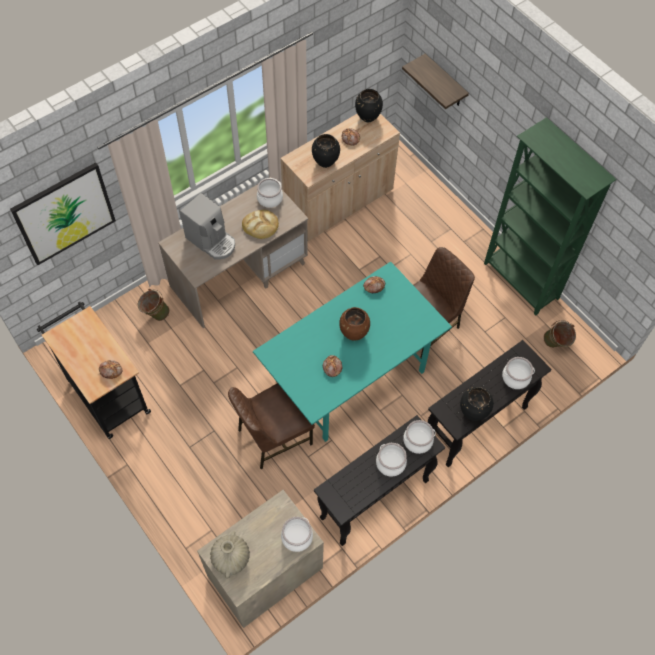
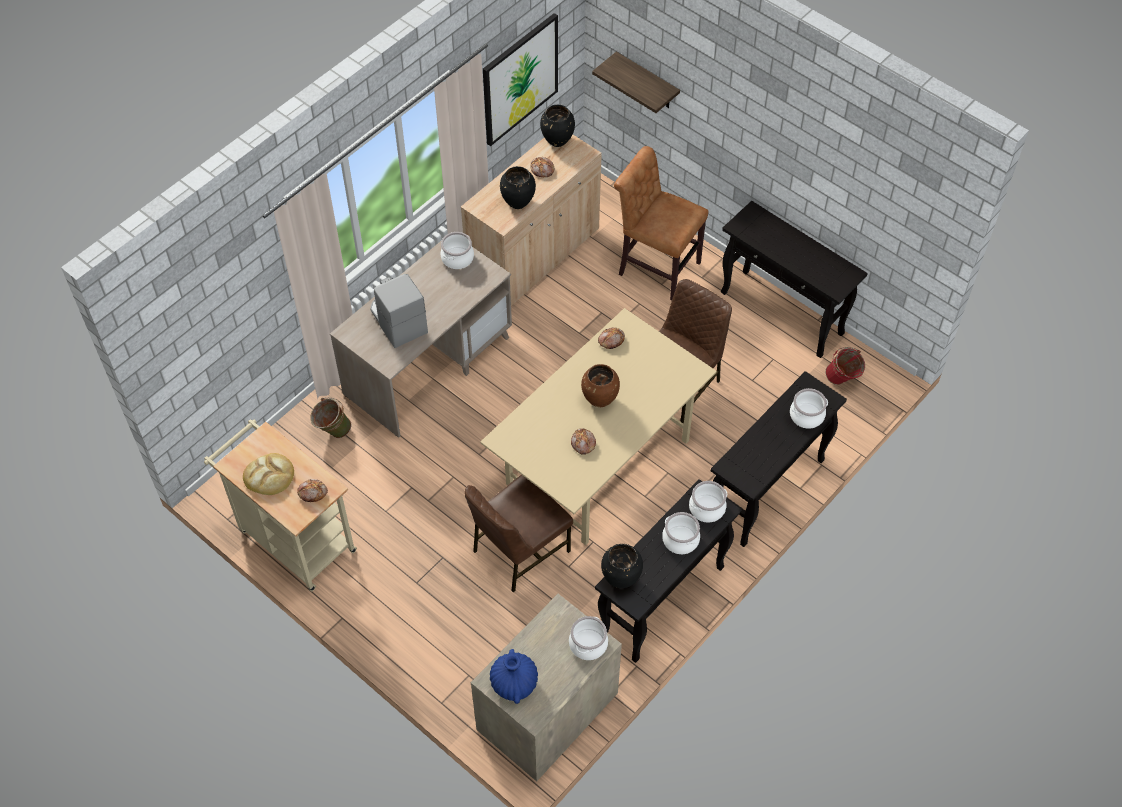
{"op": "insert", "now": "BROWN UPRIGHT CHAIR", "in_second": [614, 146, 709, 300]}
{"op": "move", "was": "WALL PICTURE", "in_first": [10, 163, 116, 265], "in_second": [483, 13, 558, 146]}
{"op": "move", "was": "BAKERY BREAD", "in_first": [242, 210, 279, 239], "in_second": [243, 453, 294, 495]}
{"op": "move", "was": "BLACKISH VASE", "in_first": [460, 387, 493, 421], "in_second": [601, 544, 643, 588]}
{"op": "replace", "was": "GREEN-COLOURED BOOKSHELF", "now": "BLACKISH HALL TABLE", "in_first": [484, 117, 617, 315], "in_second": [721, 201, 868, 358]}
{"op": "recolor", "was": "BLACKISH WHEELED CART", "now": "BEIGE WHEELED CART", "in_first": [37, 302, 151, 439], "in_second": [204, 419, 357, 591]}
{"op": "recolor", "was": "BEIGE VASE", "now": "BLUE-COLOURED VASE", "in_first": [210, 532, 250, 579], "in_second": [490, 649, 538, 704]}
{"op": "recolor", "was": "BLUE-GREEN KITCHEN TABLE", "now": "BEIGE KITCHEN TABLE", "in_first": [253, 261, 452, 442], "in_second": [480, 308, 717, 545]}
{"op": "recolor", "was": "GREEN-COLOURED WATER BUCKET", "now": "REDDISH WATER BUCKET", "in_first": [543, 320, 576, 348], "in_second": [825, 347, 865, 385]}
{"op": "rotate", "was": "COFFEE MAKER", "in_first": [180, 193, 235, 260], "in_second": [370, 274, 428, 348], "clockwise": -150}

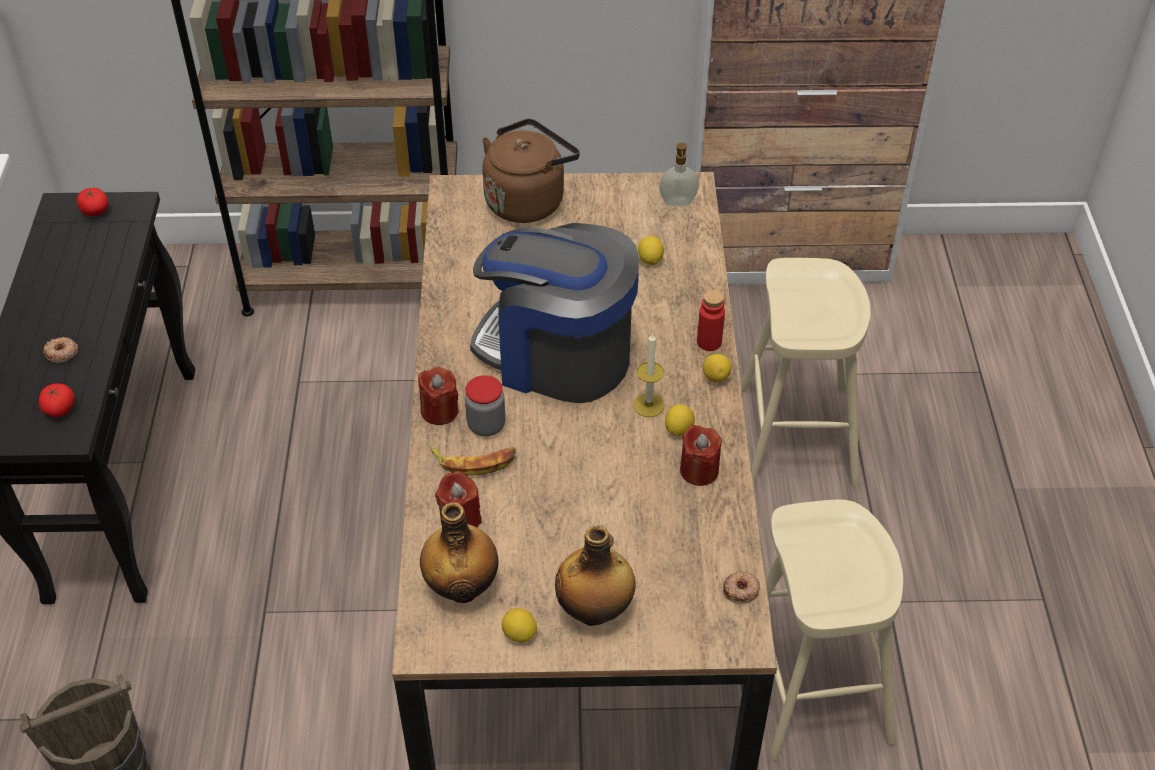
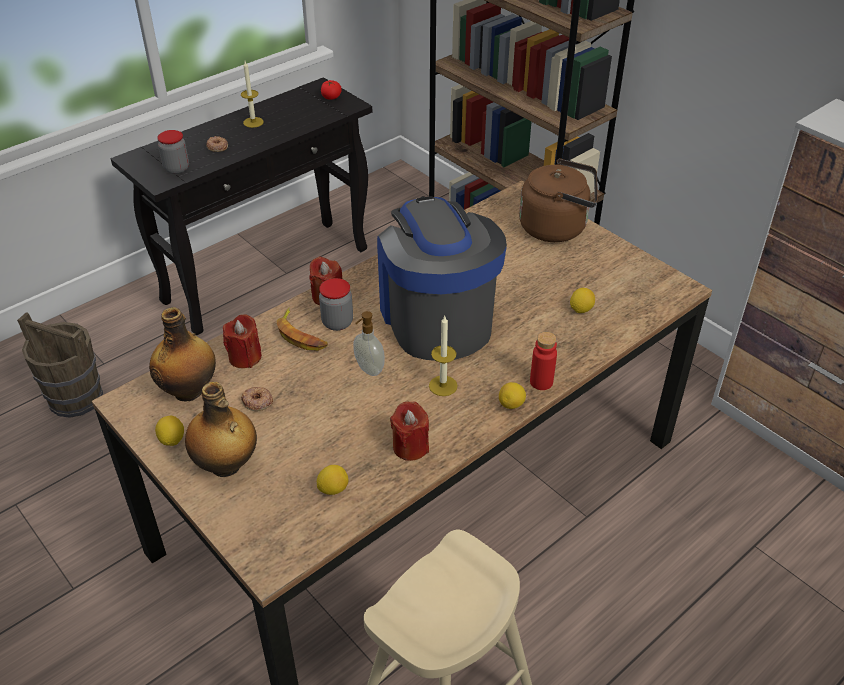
{"op": "delete", "was": "BEIGE SITTING STOOL", "in_first": [741, 258, 870, 486]}
{"op": "insert", "now": "WAX CANDLE", "in_second": [241, 61, 264, 128]}
{"op": "move", "was": "SOAP BOTTLE", "in_first": [659, 143, 699, 206], "in_second": [353, 311, 385, 376]}
{"op": "move", "was": "LEMON", "in_first": [665, 404, 695, 437], "in_second": [317, 465, 348, 495]}
{"op": "move", "was": "DONUT", "in_first": [723, 571, 760, 604], "in_second": [241, 387, 273, 411]}
{"op": "replace", "was": "FRESH TOMATO", "now": "PRESERVE JAR", "in_first": [39, 383, 75, 417], "in_second": [157, 130, 189, 174]}

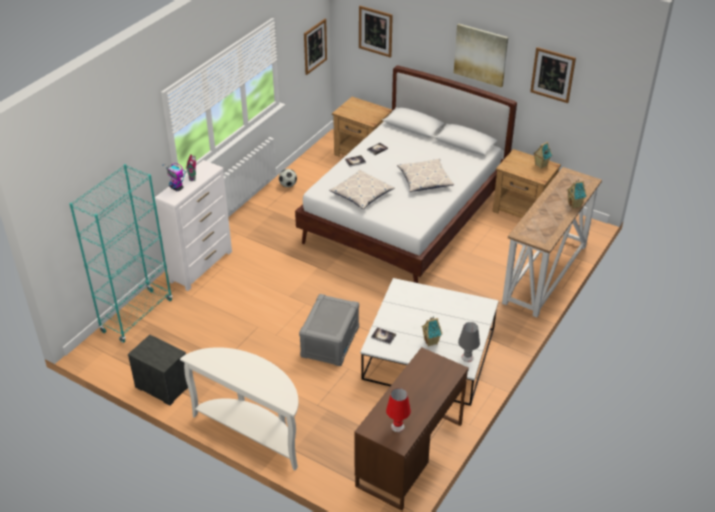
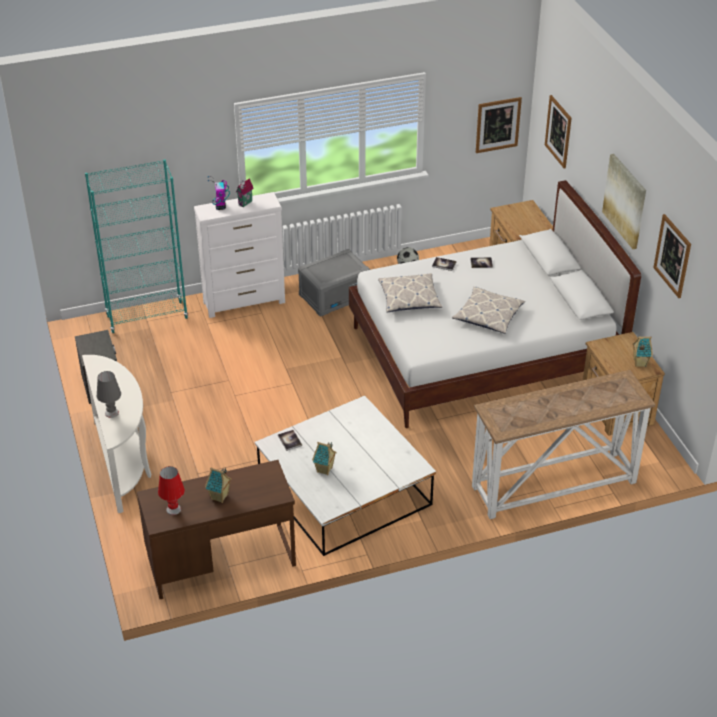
{"op": "move", "was": "GREY STORAGE BOX", "in_first": [299, 294, 359, 366], "in_second": [298, 249, 371, 317]}
{"op": "move", "was": "GREY TABLETOP LAMP", "in_first": [458, 322, 480, 362], "in_second": [97, 371, 121, 418]}
{"op": "move", "was": "MODEL HOUSE", "in_first": [567, 179, 587, 209], "in_second": [205, 467, 232, 503]}

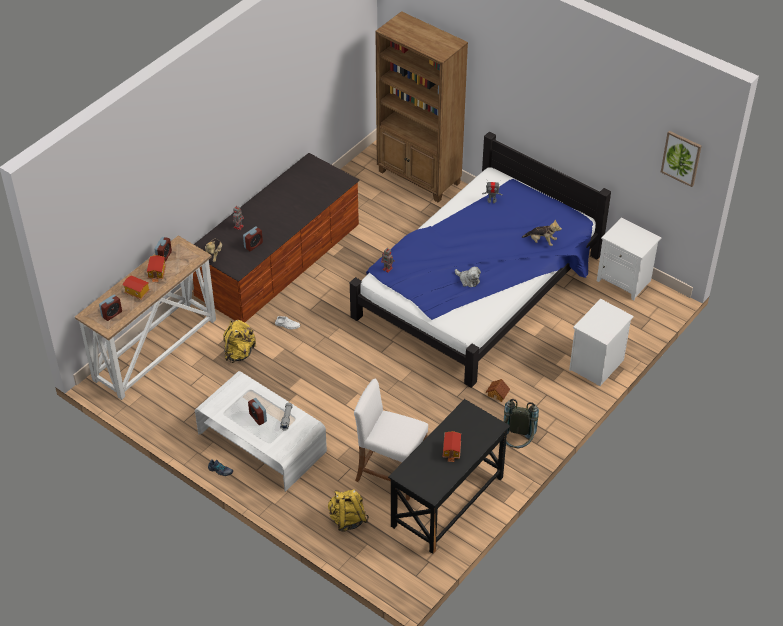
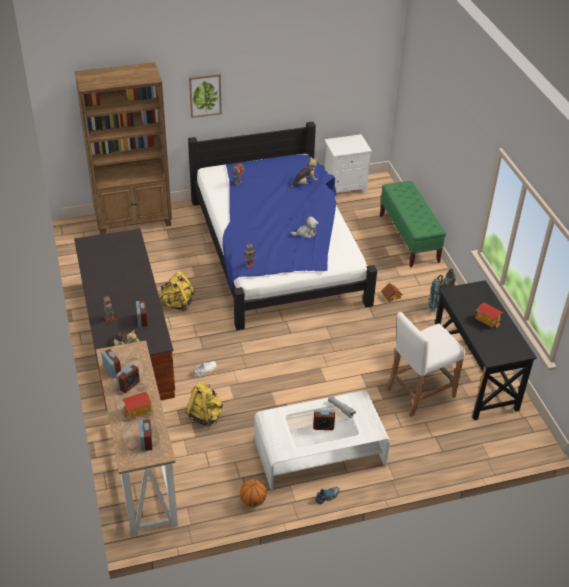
{"op": "insert", "now": "BASKETBALL", "in_second": [240, 479, 267, 507]}
{"op": "move", "was": "YELLOWISH RUCKSACK", "in_first": [328, 489, 369, 532], "in_second": [159, 271, 195, 311]}
{"op": "move", "was": "WALL PICTURE", "in_first": [661, 131, 701, 187], "in_second": [189, 73, 222, 118]}
{"op": "replace", "was": "MODEL HOUSE", "now": "BEDSIDE CLOCK", "in_first": [147, 255, 166, 282], "in_second": [116, 363, 140, 393]}
{"op": "replace", "was": "WHITISH NIGHTSTAND", "now": "GREEN-COLOURED LONG SEAT", "in_first": [569, 299, 634, 386], "in_second": [380, 181, 446, 267]}

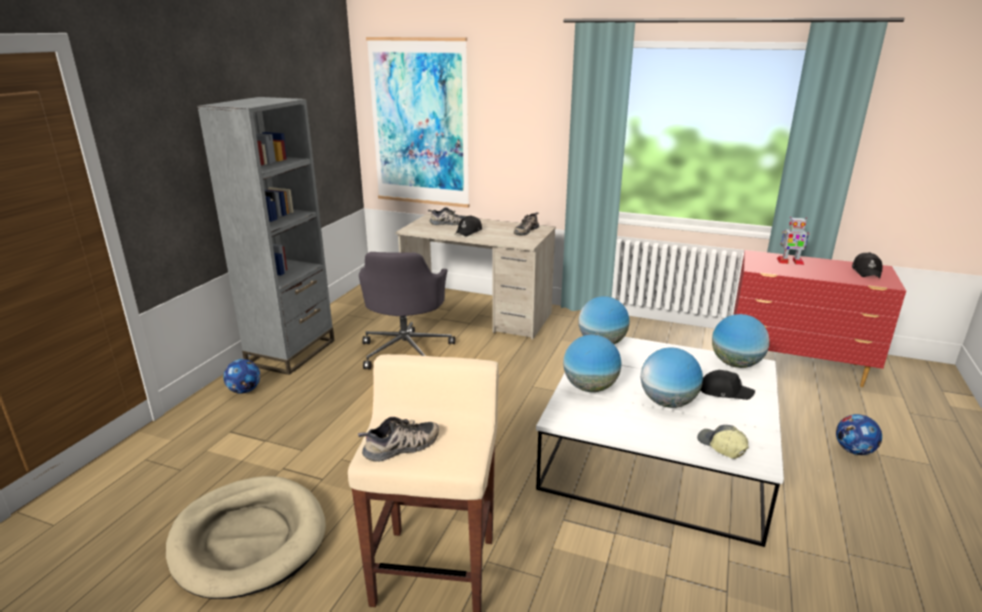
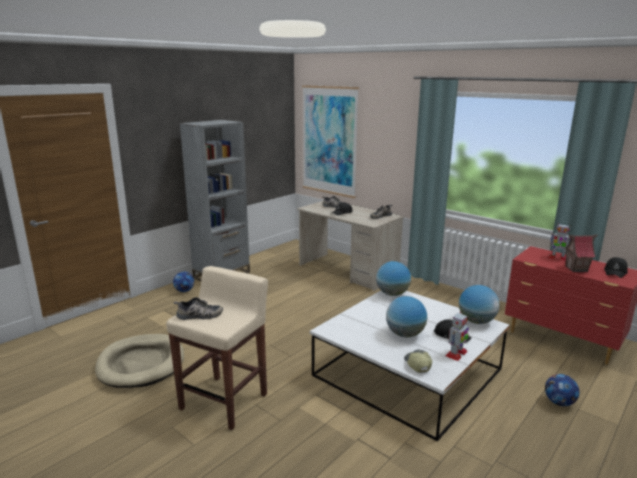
{"op": "delete", "was": "GREY COMPUTER CHAIR", "in_first": [359, 252, 455, 369]}
{"op": "delete", "was": "GLOBE", "in_first": [563, 335, 621, 392]}
{"op": "insert", "now": "MODEL ROBOT", "in_second": [445, 312, 469, 361]}
{"op": "insert", "now": "MODEL HOUSE", "in_second": [564, 235, 598, 272]}

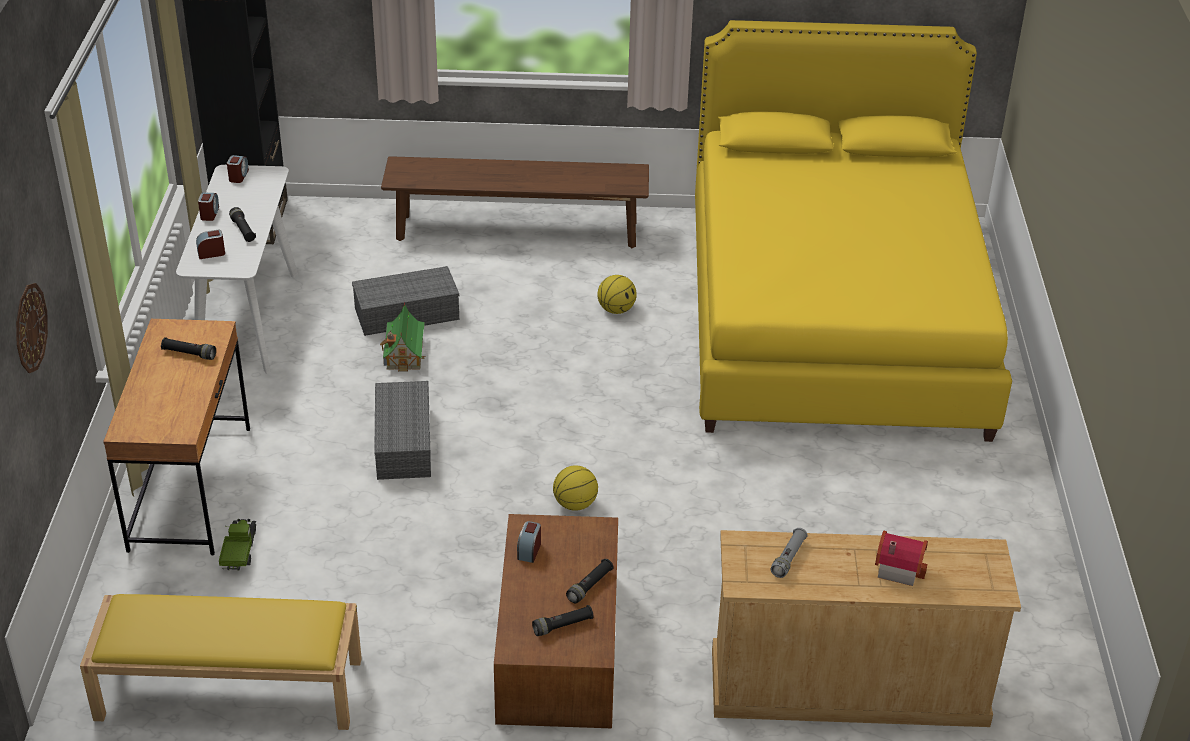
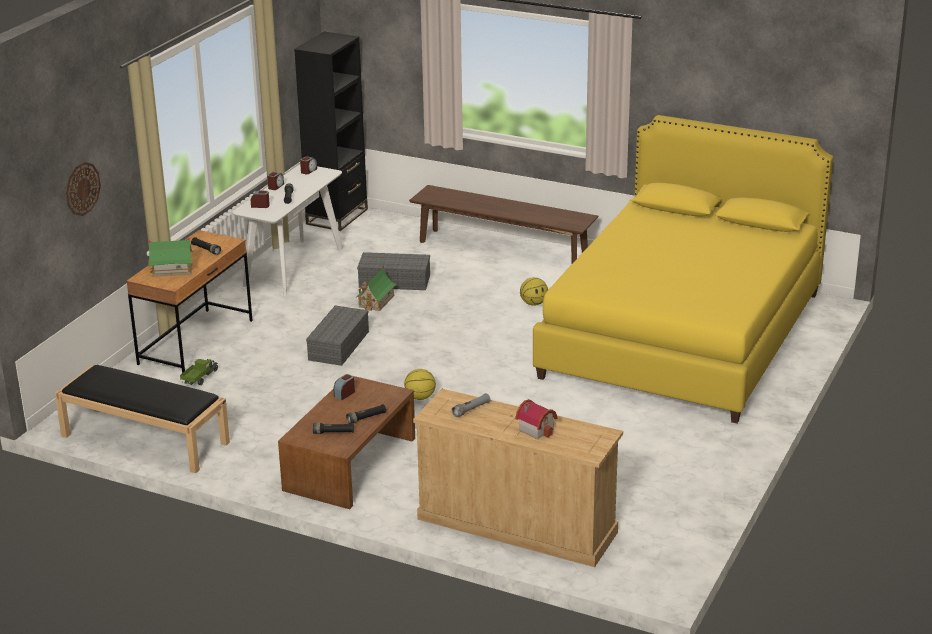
{"op": "insert", "now": "MODEL HOUSE", "in_second": [148, 237, 193, 277]}
{"op": "recolor", "was": "YELLOWISH LONG SEAT", "now": "BLACKISH LONG SEAT", "in_first": [80, 594, 362, 730], "in_second": [55, 365, 230, 473]}

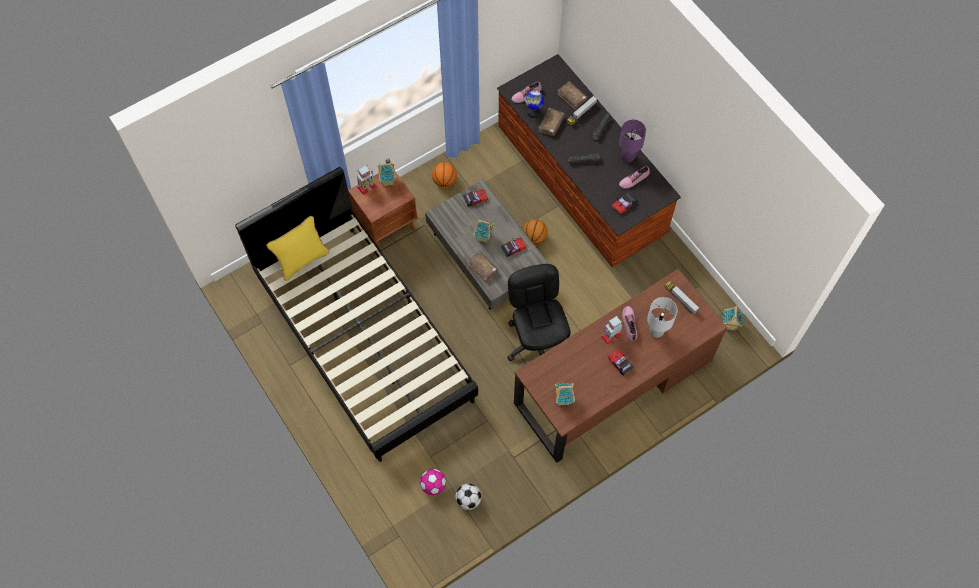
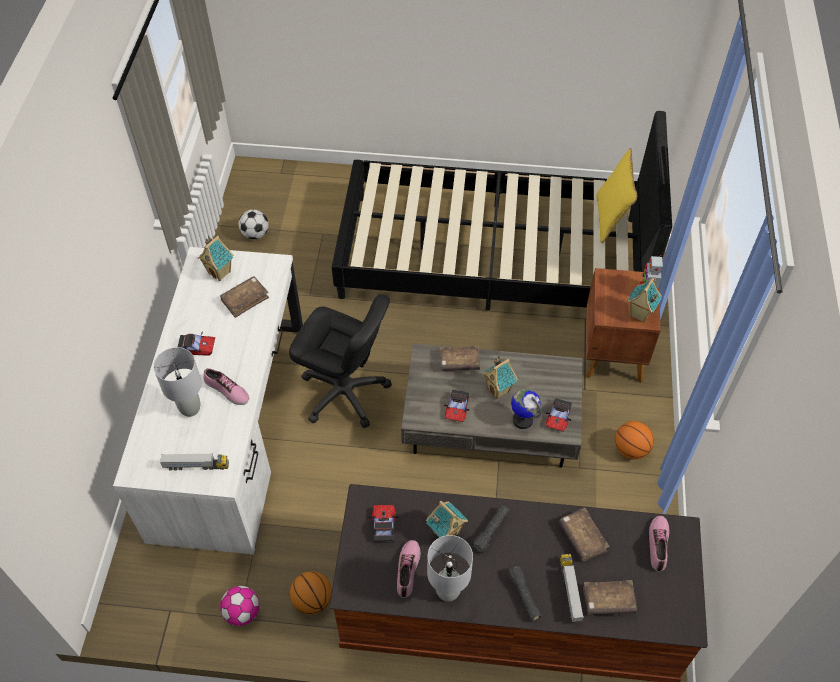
{"op": "delete", "was": "MODEL ROBOT", "in_first": [601, 316, 623, 345]}
{"op": "insert", "now": "BROWN BOOK", "in_second": [220, 276, 269, 318]}
{"op": "move", "was": "BALL FOR FOOTBALL", "in_first": [420, 469, 446, 495], "in_second": [220, 586, 259, 626]}
{"op": "move", "was": "BASKETBALL", "in_first": [522, 219, 548, 245], "in_second": [290, 571, 332, 615]}
{"op": "move", "was": "GLOBE", "in_first": [525, 88, 544, 118], "in_second": [511, 389, 542, 429]}
{"op": "move", "was": "MODEL HOUSE", "in_first": [723, 306, 743, 331], "in_second": [426, 501, 468, 538]}
{"op": "recolor", "was": "BROWN DESK TABLE", "now": "WHITISH DESK TABLE", "in_first": [514, 269, 727, 463], "in_second": [113, 247, 303, 555]}
{"op": "recolor", "was": "PURPLE-COLOURED TABLETOP LAMP", "now": "GREY TABLETOP LAMP", "in_first": [619, 120, 646, 163], "in_second": [427, 535, 473, 602]}

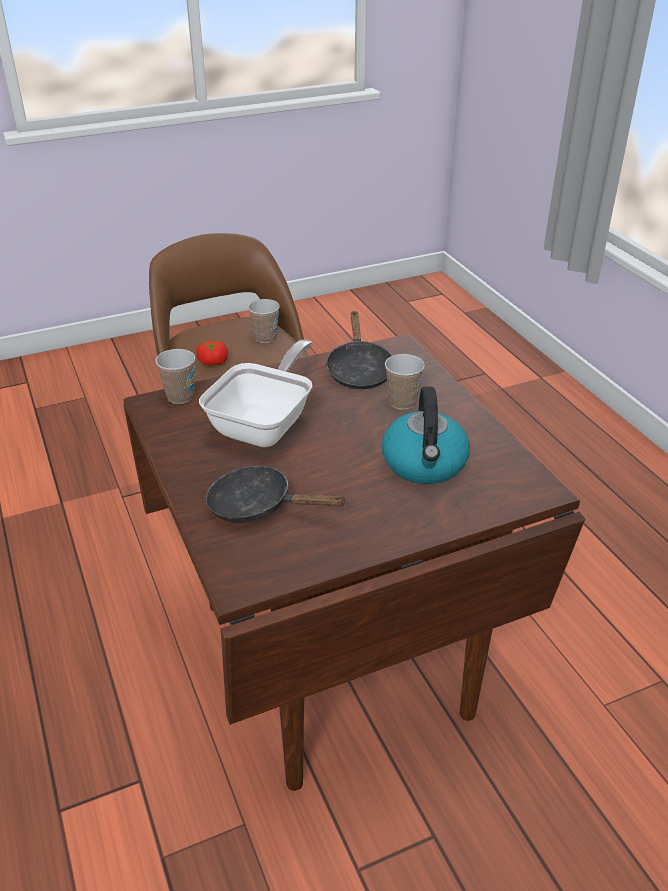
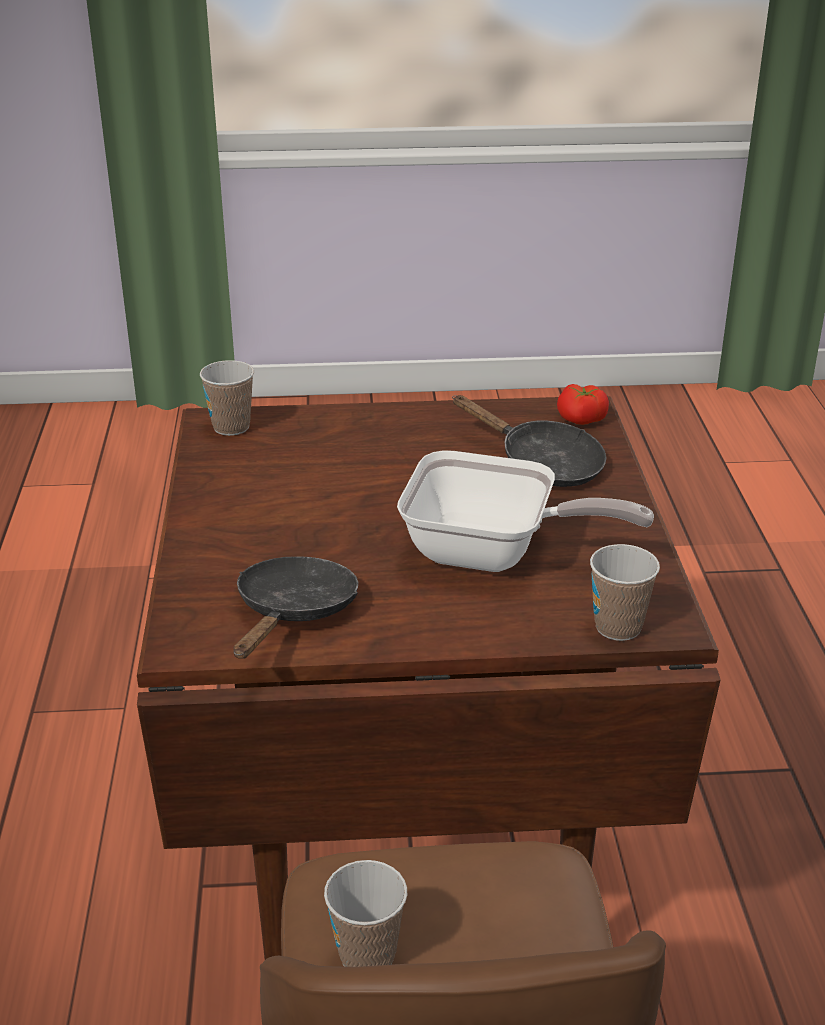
{"op": "delete", "was": "WATER KETTLE", "in_first": [382, 387, 470, 484]}
{"op": "move", "was": "FRESH TOMATO", "in_first": [196, 340, 228, 365], "in_second": [557, 384, 609, 425]}
{"op": "move", "was": "SMALL CUP", "in_first": [385, 354, 425, 410], "in_second": [200, 360, 254, 436]}
{"op": "rotate", "was": "SKILLET", "in_first": [199, 339, 312, 448], "in_second": [397, 450, 654, 572], "clockwise": -120}

